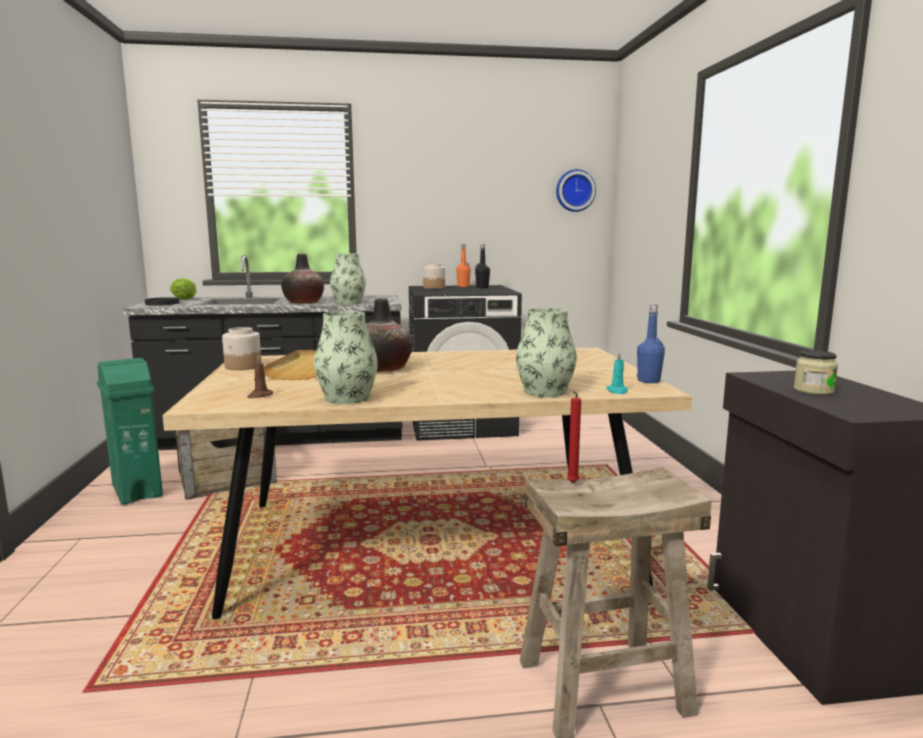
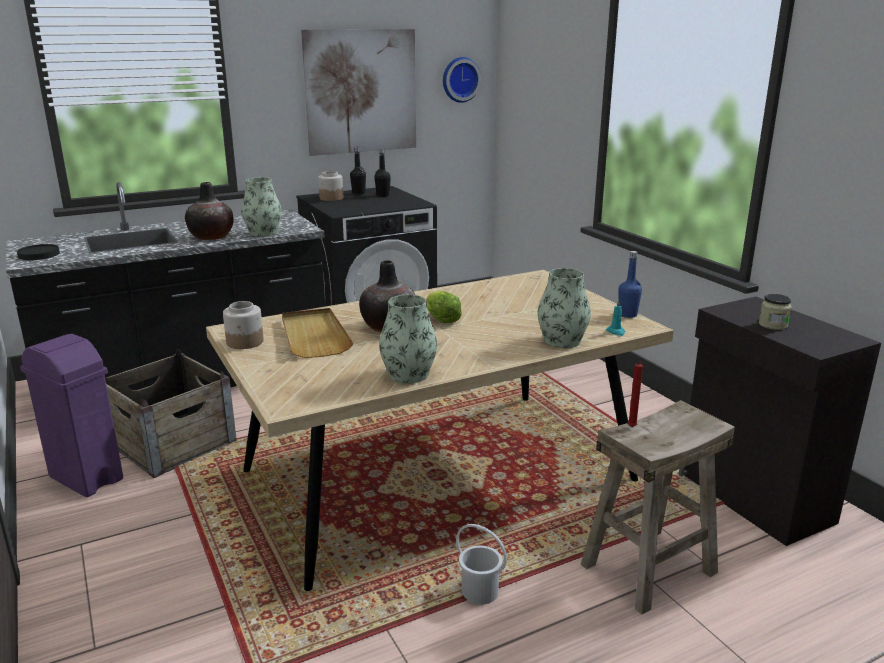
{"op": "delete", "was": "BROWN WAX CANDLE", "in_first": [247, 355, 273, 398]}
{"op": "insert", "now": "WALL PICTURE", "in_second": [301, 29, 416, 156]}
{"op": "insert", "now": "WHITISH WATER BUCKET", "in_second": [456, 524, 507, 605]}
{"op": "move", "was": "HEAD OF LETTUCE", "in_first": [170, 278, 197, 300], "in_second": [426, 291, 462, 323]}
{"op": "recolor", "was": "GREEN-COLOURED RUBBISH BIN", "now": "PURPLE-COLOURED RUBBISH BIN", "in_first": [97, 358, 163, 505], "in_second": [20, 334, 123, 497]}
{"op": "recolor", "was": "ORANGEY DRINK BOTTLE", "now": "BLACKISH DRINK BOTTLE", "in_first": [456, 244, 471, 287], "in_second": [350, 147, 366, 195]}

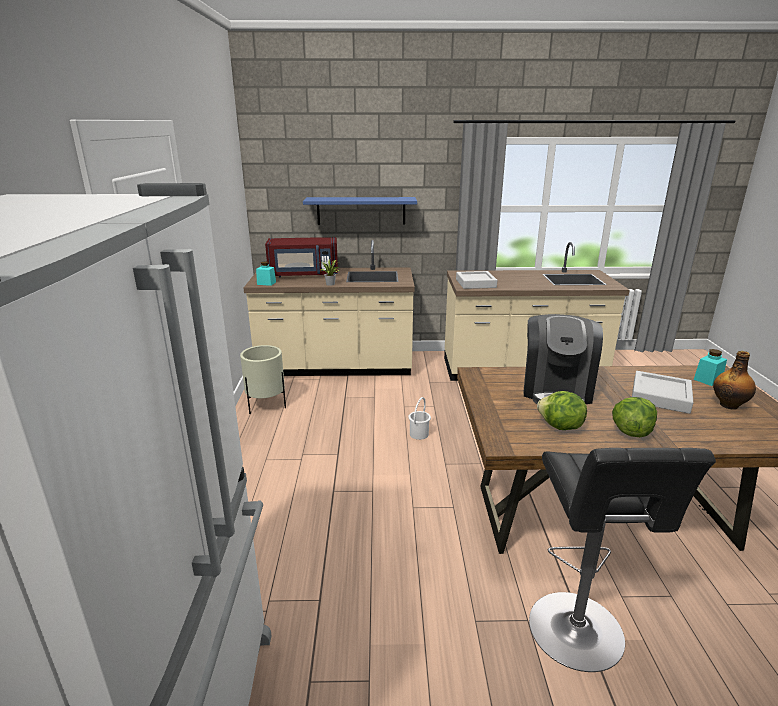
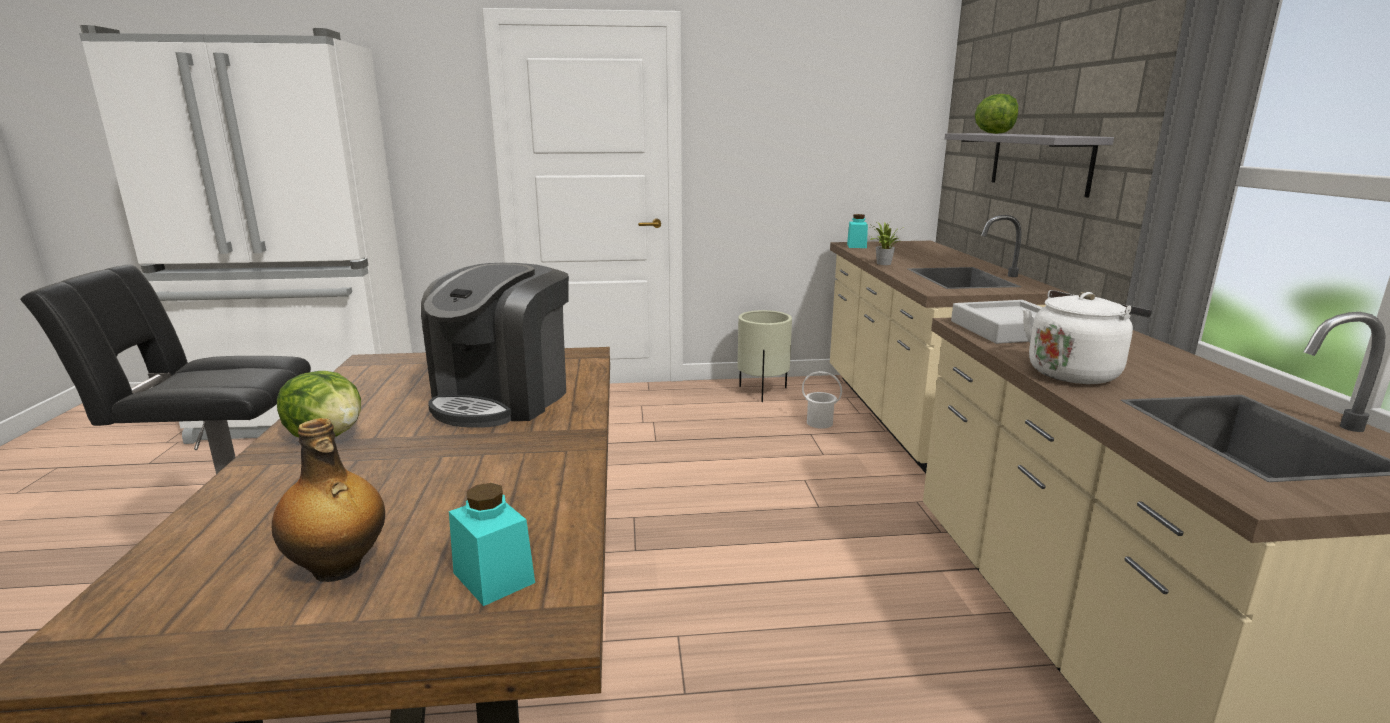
{"op": "delete", "was": "REDDISH MICROWAVE", "in_first": [265, 237, 338, 277]}
{"op": "delete", "was": "GREY TRAY", "in_first": [632, 371, 693, 414]}
{"op": "insert", "now": "WHITISH WATER KETTLE", "in_second": [1023, 290, 1152, 384]}
{"op": "move", "was": "WHITISH WATER BUCKET", "in_first": [408, 397, 431, 440], "in_second": [802, 371, 842, 429]}
{"op": "move", "was": "HEAD OF LETTUCE", "in_first": [537, 391, 587, 430], "in_second": [975, 94, 1018, 134]}
{"op": "recolor", "was": "BLUE-COLOURED WALL SHELF", "now": "GREY WALL SHELF", "in_first": [303, 197, 417, 225], "in_second": [945, 133, 1114, 198]}
{"op": "rotate", "was": "COFFEE MAKER", "in_first": [524, 314, 603, 404], "in_second": [421, 263, 569, 428], "clockwise": -75}

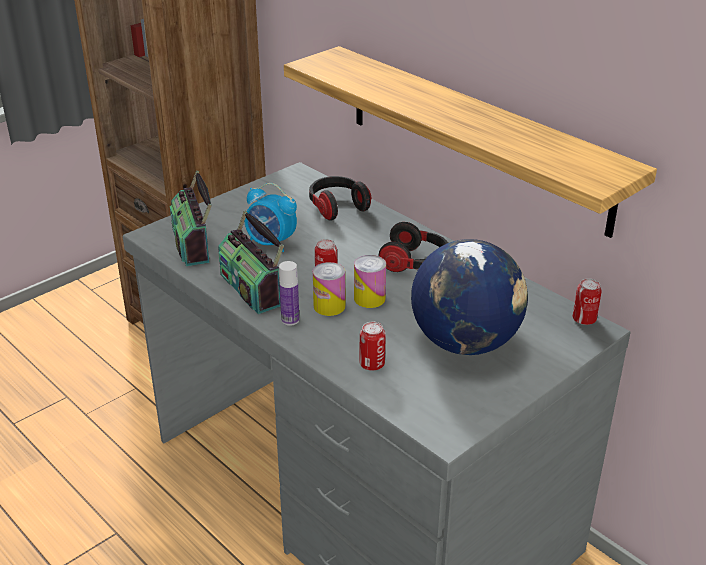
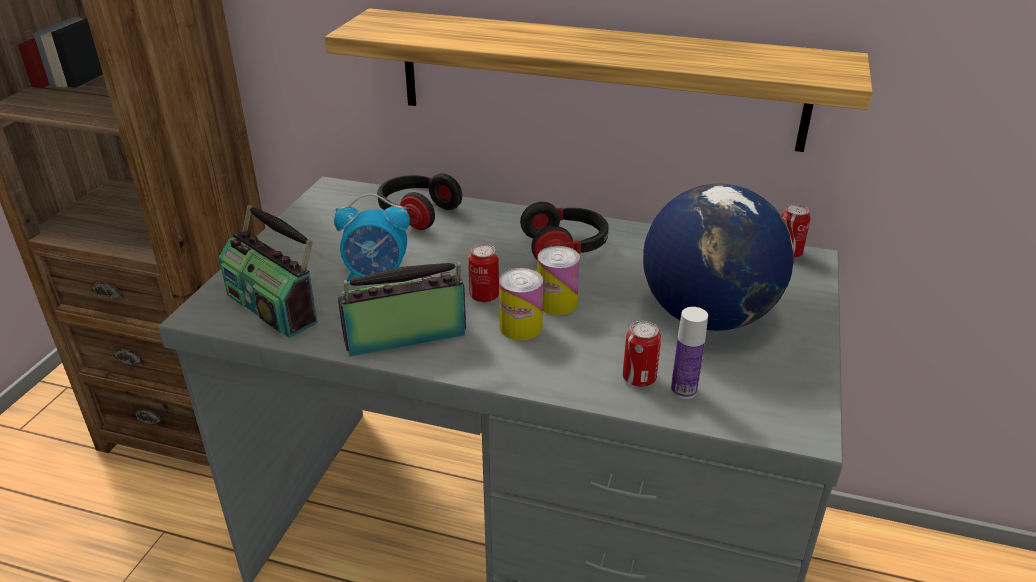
{"op": "move", "was": "DRINK BOTTLE", "in_first": [279, 261, 299, 326], "in_second": [671, 307, 708, 399]}
{"op": "rotate", "was": "RADIO", "in_first": [218, 211, 284, 314], "in_second": [338, 262, 466, 357], "clockwise": 135}

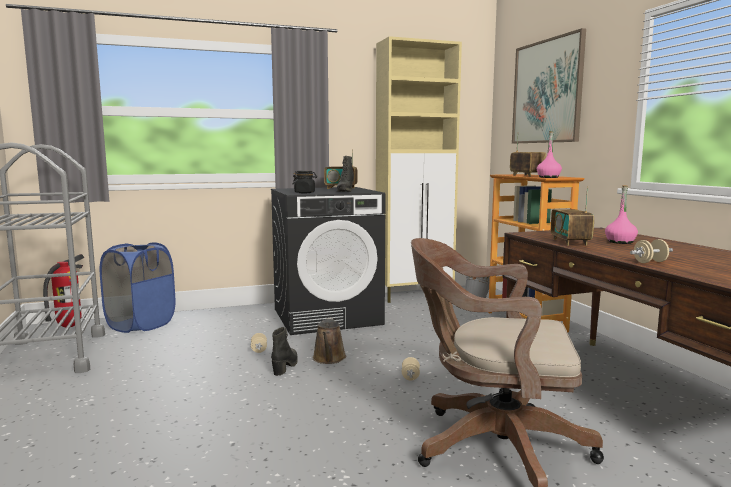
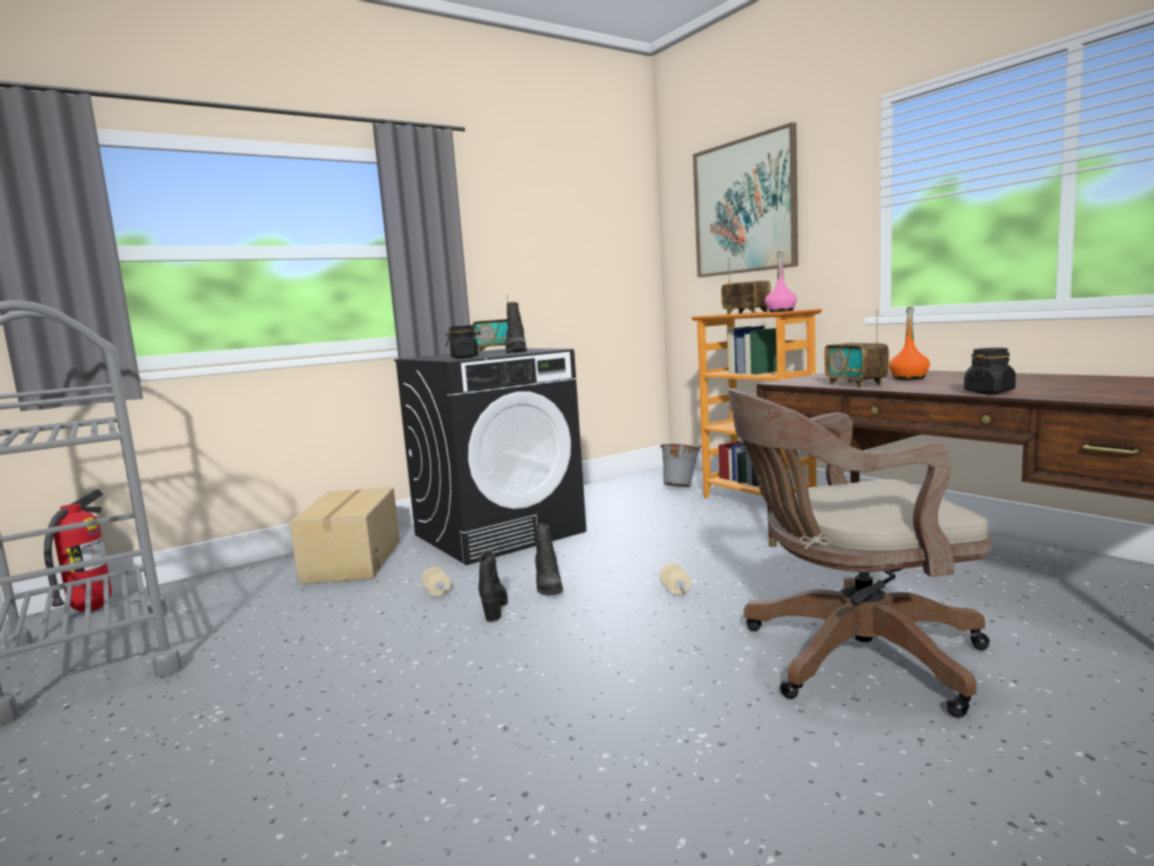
{"op": "delete", "was": "BLUE-COLOURED LAUNDRY BASKET", "in_first": [100, 242, 175, 333]}
{"op": "delete", "was": "BEIGE STORAGE CABINET", "in_first": [376, 36, 462, 303]}
{"op": "insert", "now": "PACKING BOX", "in_second": [290, 487, 400, 584]}
{"op": "replace", "was": "BROWN WATERING POT", "now": "BLACKISH TALL BOOT", "in_first": [313, 317, 346, 364], "in_second": [535, 524, 563, 596]}
{"op": "replace", "was": "BEIGE DUMBBELL", "now": "BLACKISH PRESERVE JAR", "in_first": [630, 239, 673, 263], "in_second": [964, 348, 1016, 394]}
{"op": "recolor", "was": "PINK-COLOURED DRINK BOTTLE", "now": "ORANGEY DRINK BOTTLE", "in_first": [605, 185, 638, 244], "in_second": [889, 307, 930, 380]}

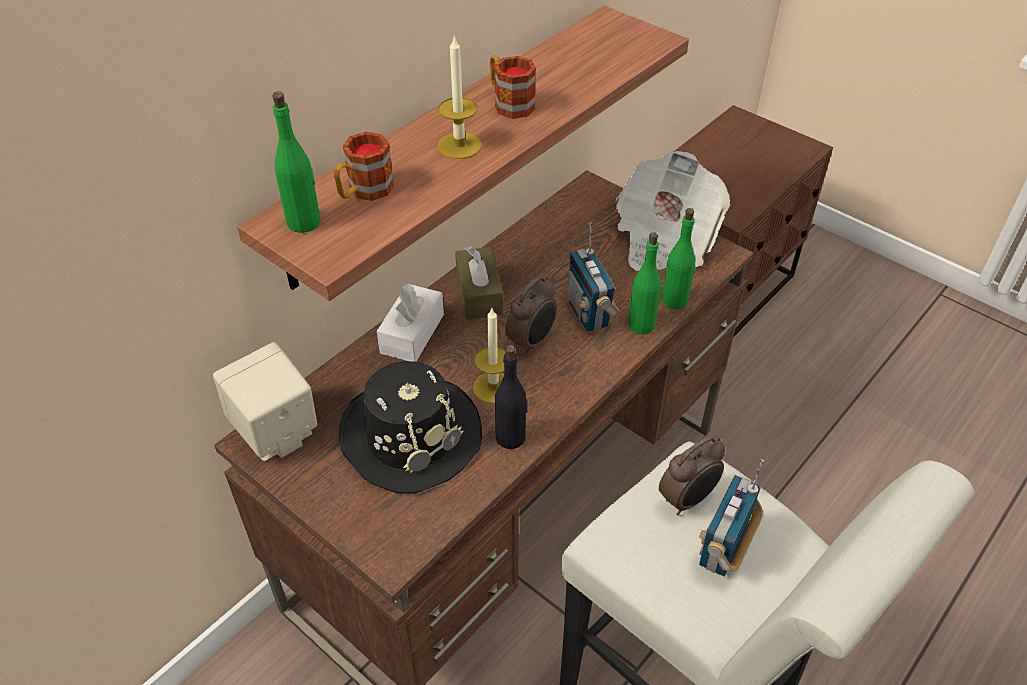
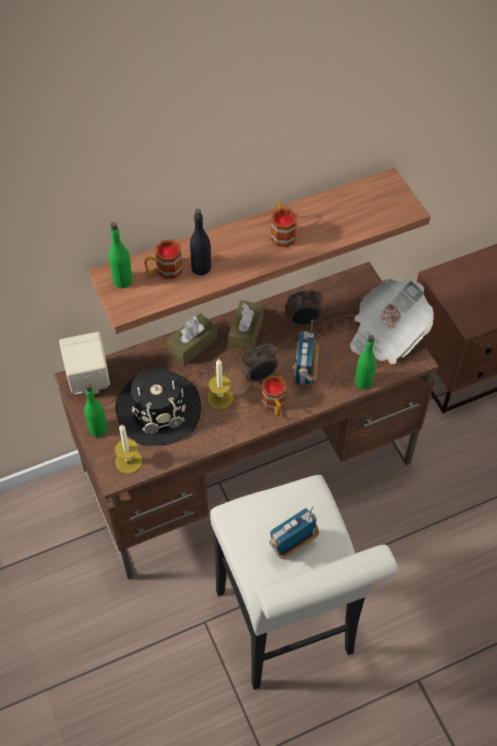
{"op": "insert", "now": "MUG", "in_second": [261, 375, 287, 416]}
{"op": "move", "was": "WAX CANDLE", "in_first": [437, 35, 482, 159], "in_second": [114, 424, 142, 474]}
{"op": "move", "was": "BLACKISH DRINK BOTTLE", "in_first": [495, 345, 527, 449], "in_second": [190, 209, 211, 275]}
{"op": "move", "was": "GREEN-COLOURED DRINK BOTTLE", "in_first": [628, 232, 661, 334], "in_second": [84, 384, 107, 437]}
{"op": "move", "was": "BEDSIDE CLOCK", "in_first": [659, 436, 725, 516], "in_second": [285, 290, 323, 328]}
{"op": "recolor", "was": "WHITISH TISSUE HOLDER", "now": "BROWN TISSUE HOLDER", "in_first": [377, 283, 444, 362], "in_second": [167, 313, 218, 365]}

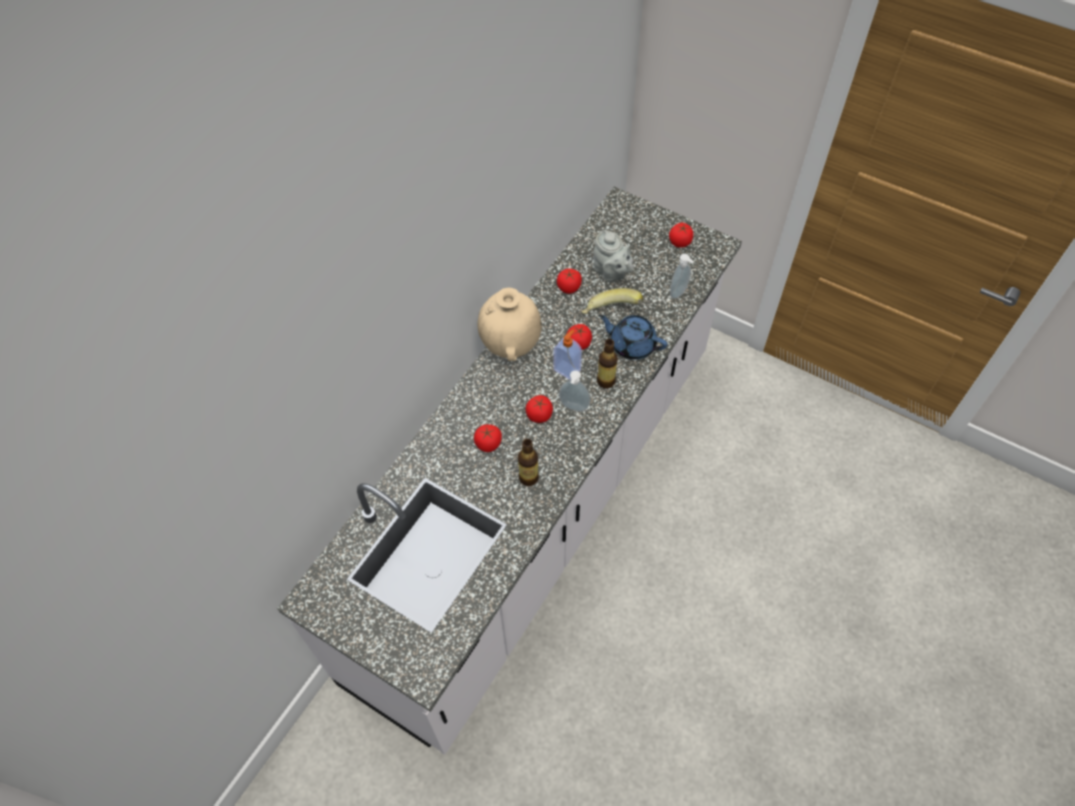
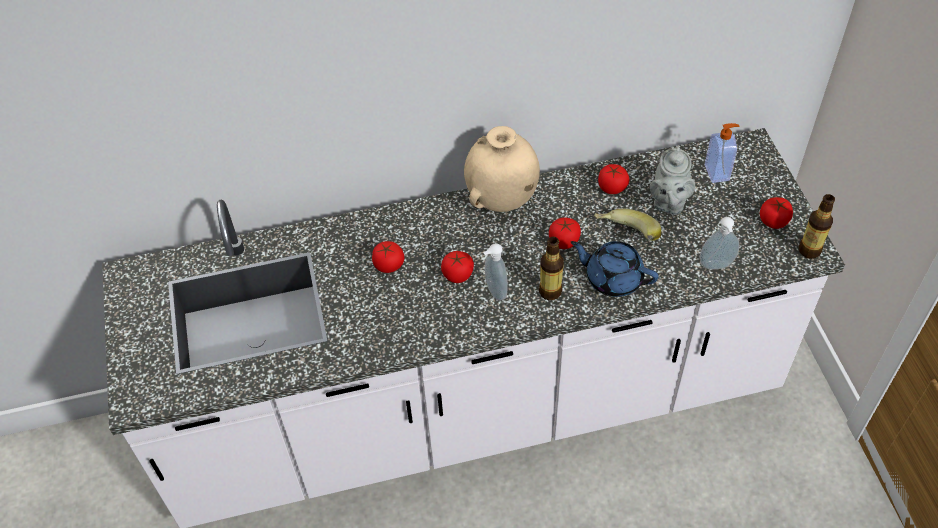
{"op": "move", "was": "DRINK BOTTLE", "in_first": [518, 439, 539, 486], "in_second": [799, 194, 835, 259]}
{"op": "move", "was": "SOAP BOTTLE", "in_first": [554, 330, 582, 380], "in_second": [705, 123, 740, 183]}
{"op": "rotate", "was": "BLUE-COLOURED TEAPOT", "in_first": [599, 314, 667, 360], "in_second": [571, 241, 659, 297], "clockwise": -45}

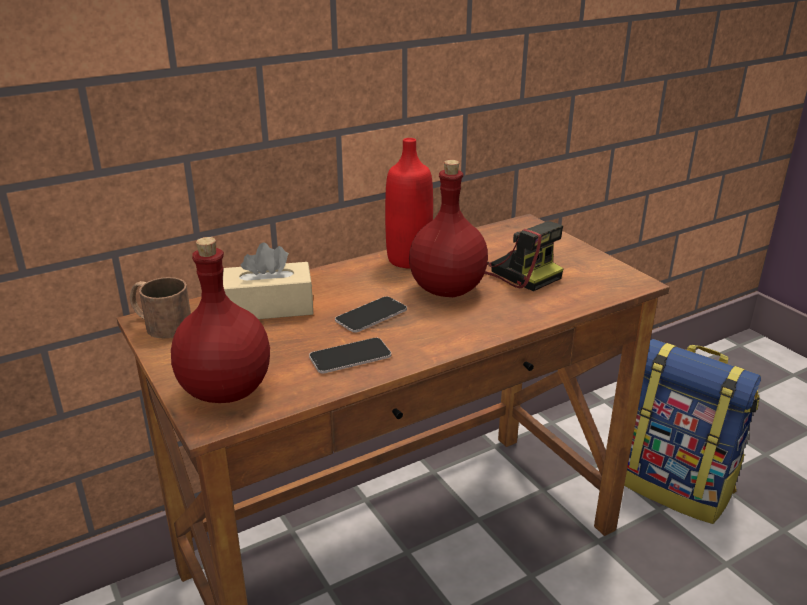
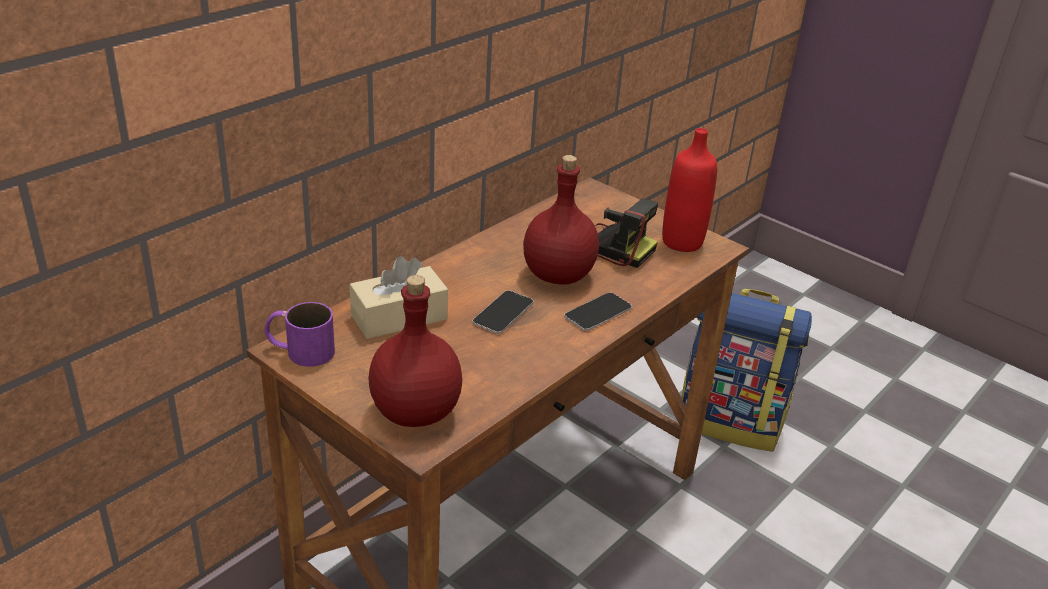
{"op": "move", "was": "TELEPHONE", "in_first": [309, 338, 391, 373], "in_second": [564, 292, 632, 331]}
{"op": "move", "was": "REDDISH DRINK BOTTLE", "in_first": [385, 138, 433, 269], "in_second": [662, 128, 717, 252]}
{"op": "recolor", "was": "BROWN MUG", "now": "PURPLE-COLOURED MUG", "in_first": [130, 277, 191, 339], "in_second": [264, 302, 335, 367]}

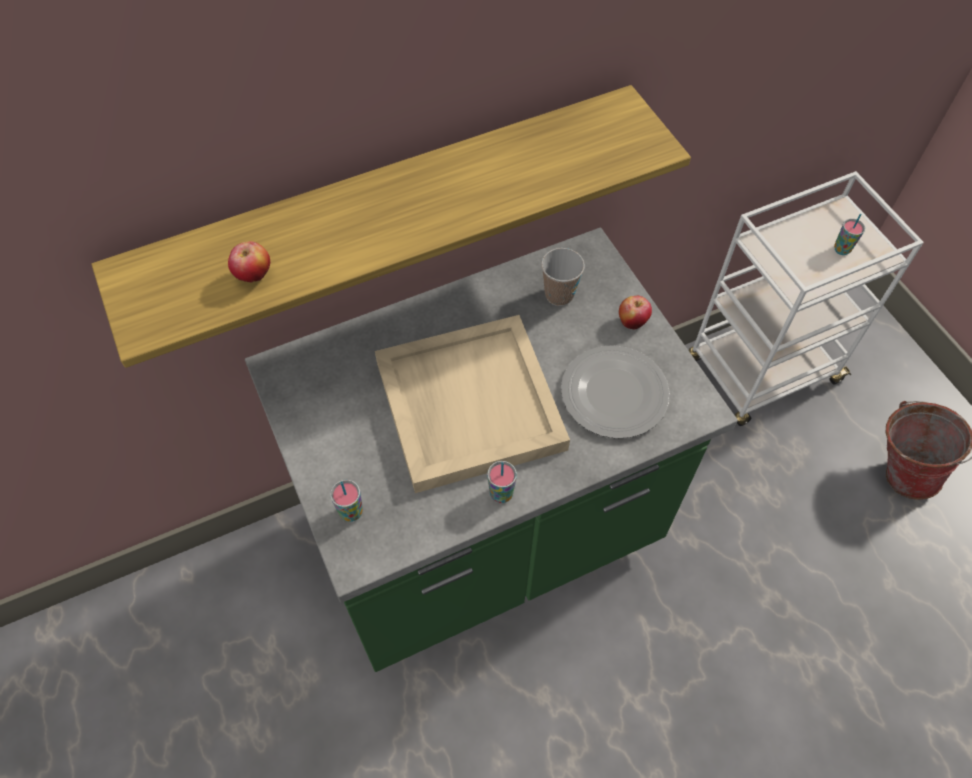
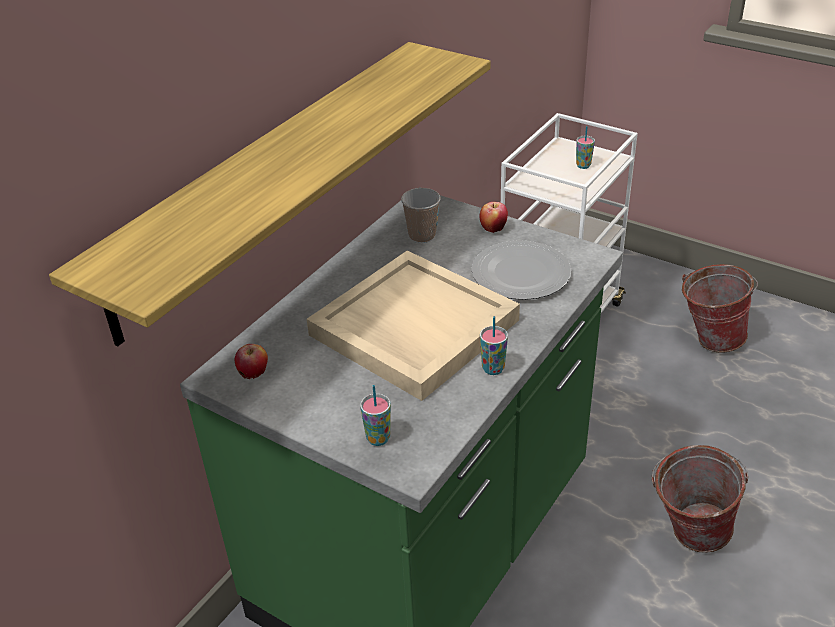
{"op": "insert", "now": "WATER BUCKET", "in_second": [651, 445, 748, 553]}
{"op": "move", "was": "APPLE", "in_first": [228, 241, 270, 282], "in_second": [235, 344, 268, 379]}

